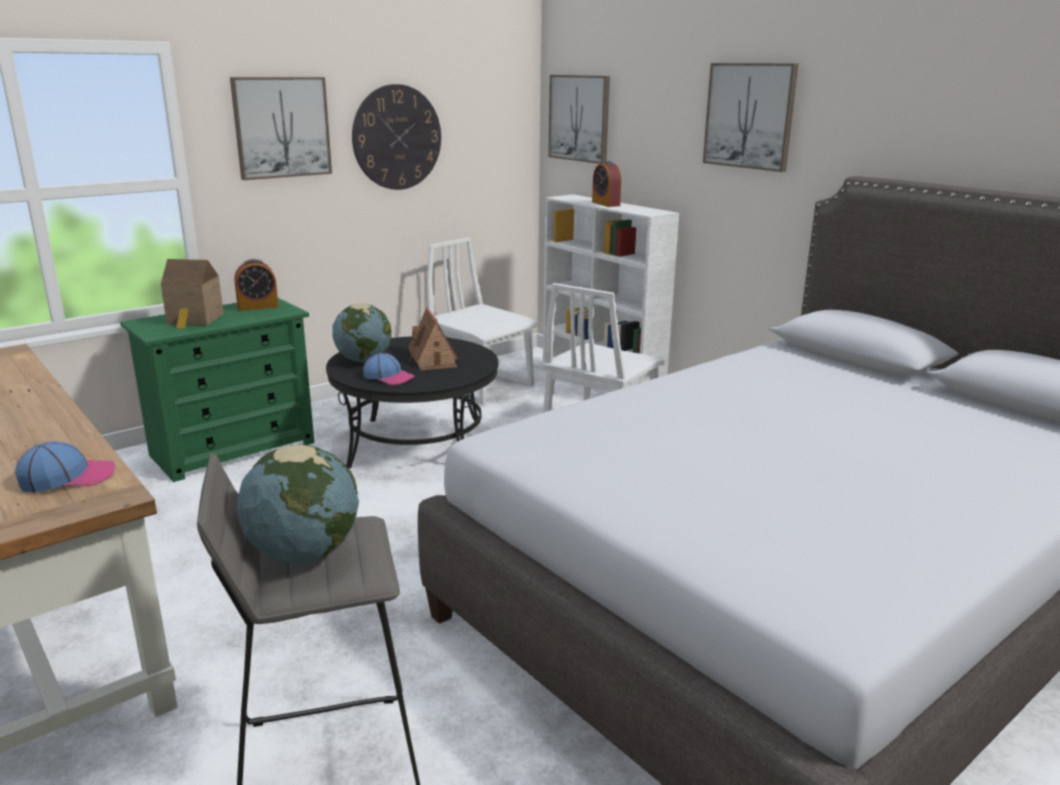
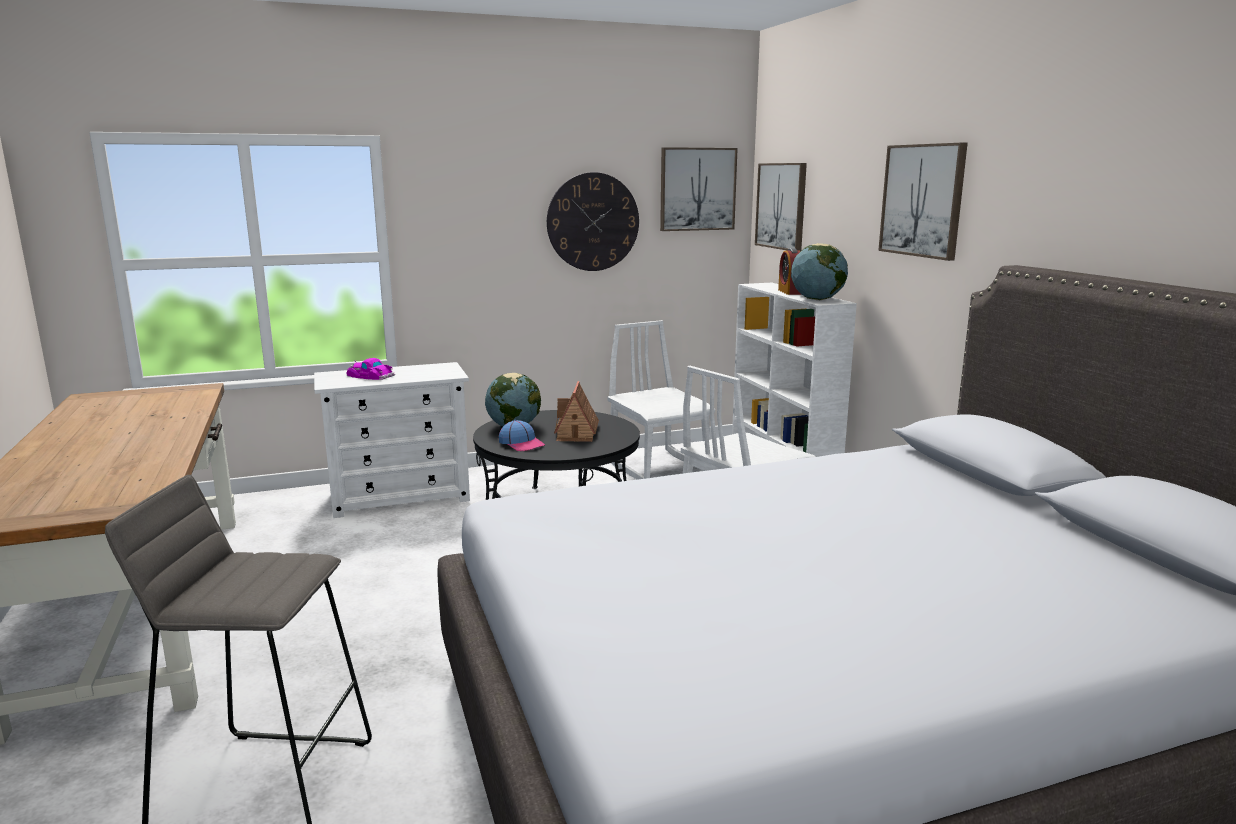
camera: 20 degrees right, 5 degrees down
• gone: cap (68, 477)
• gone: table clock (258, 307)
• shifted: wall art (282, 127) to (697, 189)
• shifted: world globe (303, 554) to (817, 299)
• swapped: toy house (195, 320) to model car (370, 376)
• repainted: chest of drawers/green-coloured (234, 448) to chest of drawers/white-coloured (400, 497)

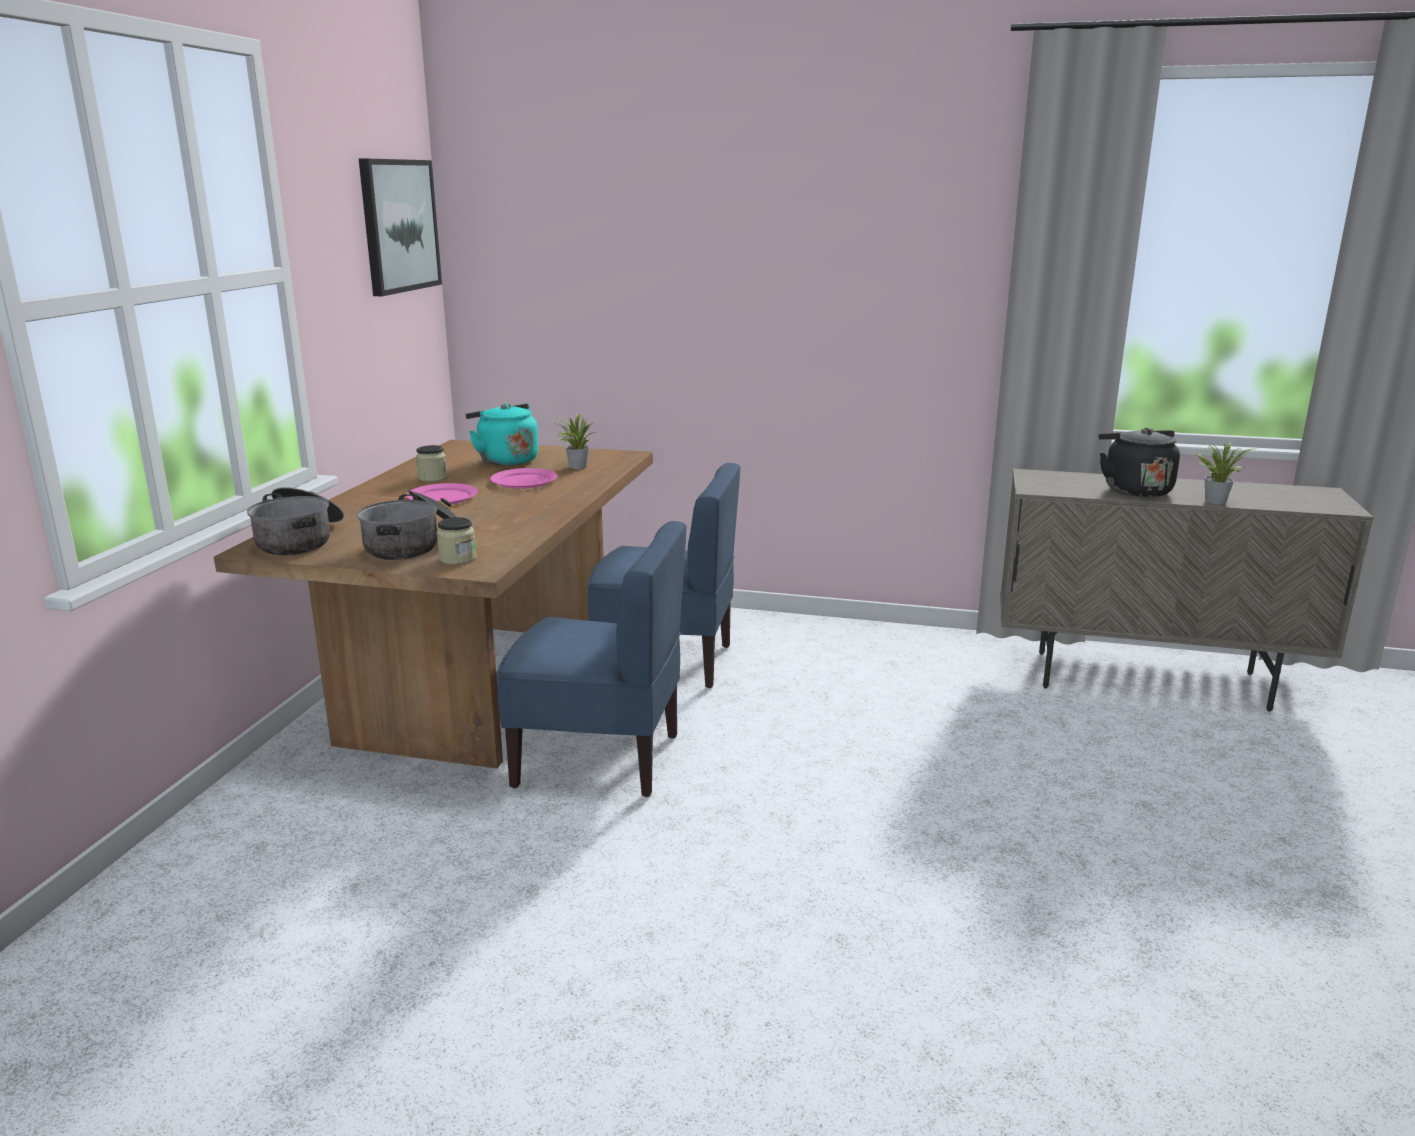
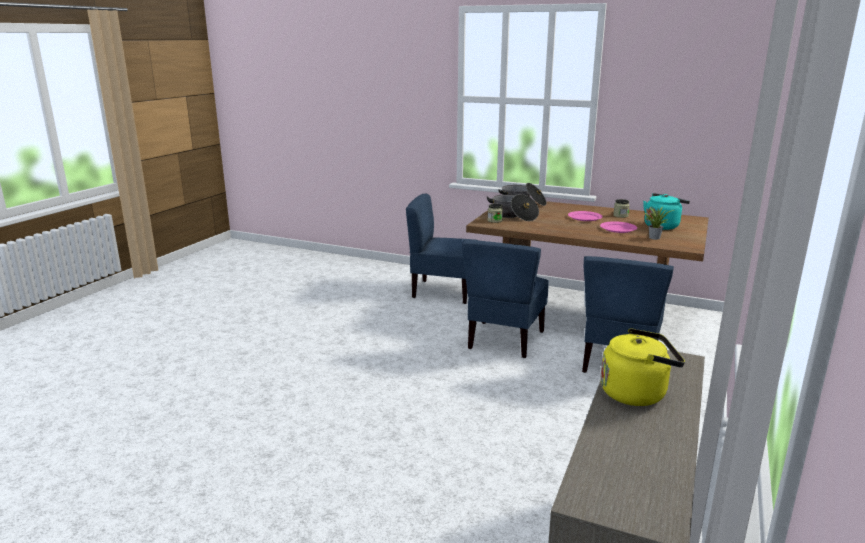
camera: 100 degrees right, 0 degrees up
• gone: wall art (398, 226)
• gone: plant in a pot (1214, 500)
• new: chair/blue (443, 291)
• repainted: water kettle/black-coloured (1134, 490) to water kettle/yellowish (636, 393)

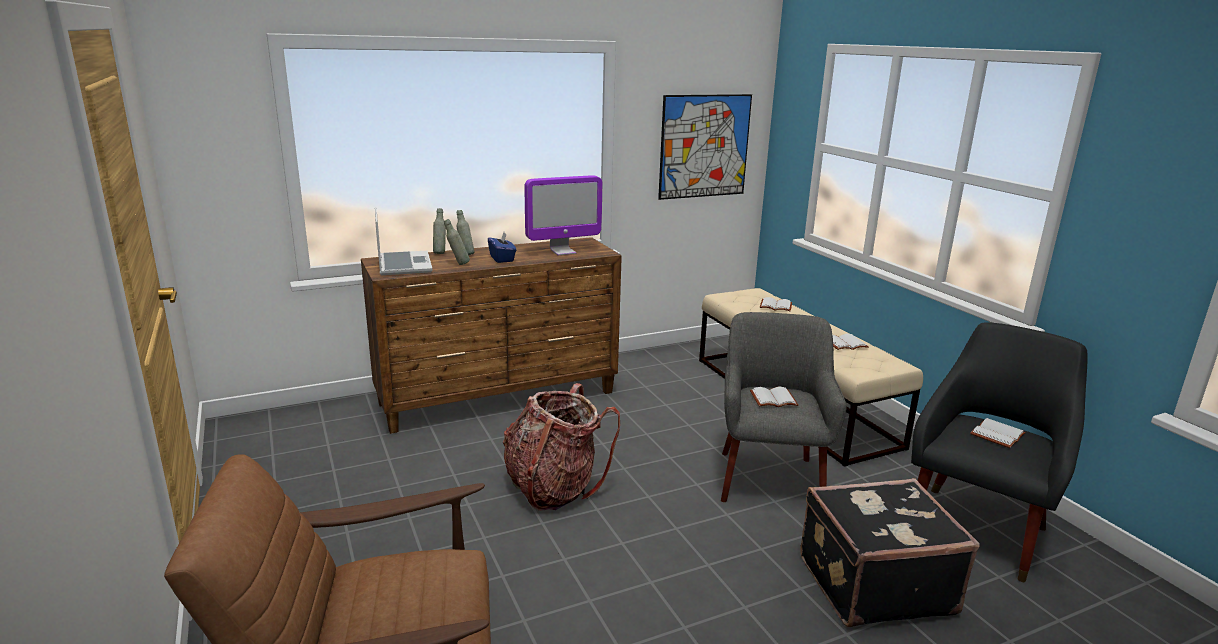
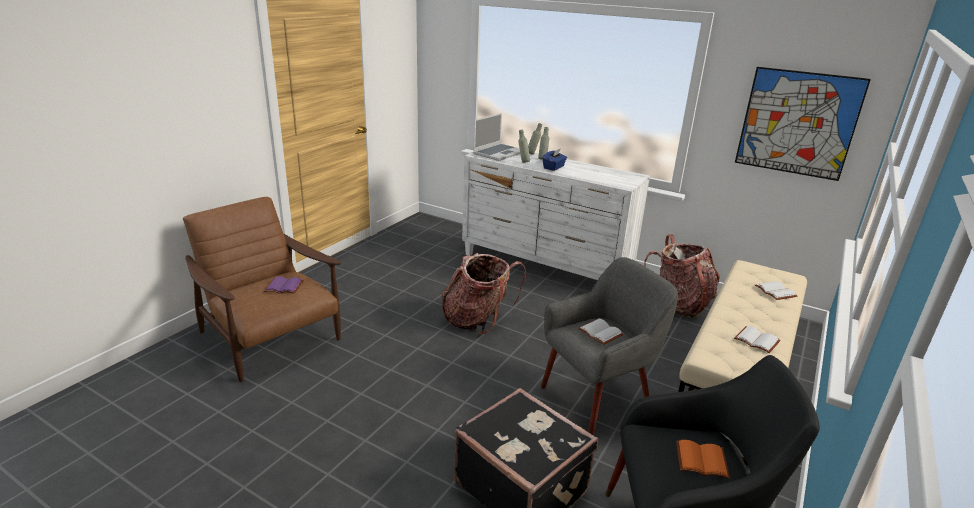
camera: 55 degrees right, 5 degrees up
• gone: computer screen (563, 251)
• new: volume/purple-coloured (285, 286)
• new: backpack (679, 304)
• repainted: chest of drawers/brownish (499, 398) to chest of drawers/white-coloured (545, 267)
• repainted: volume/white-coloured (996, 434) to volume/orangey (702, 459)

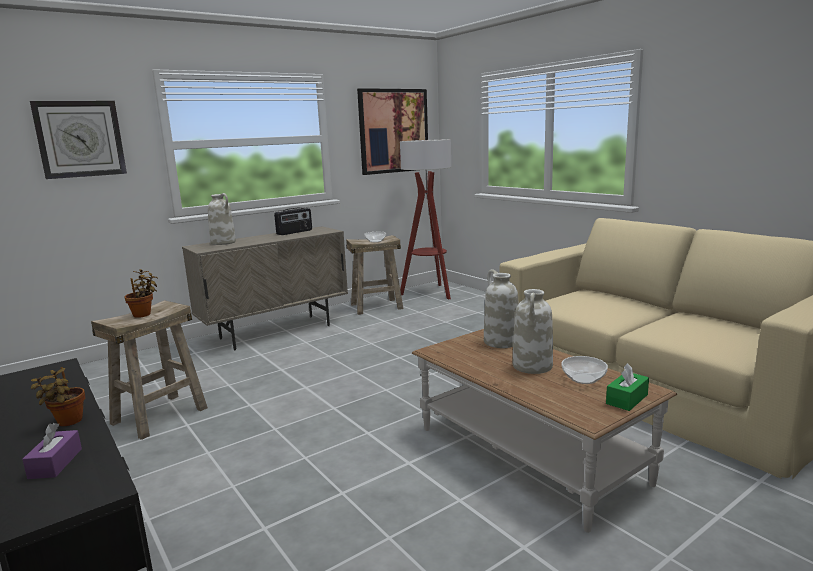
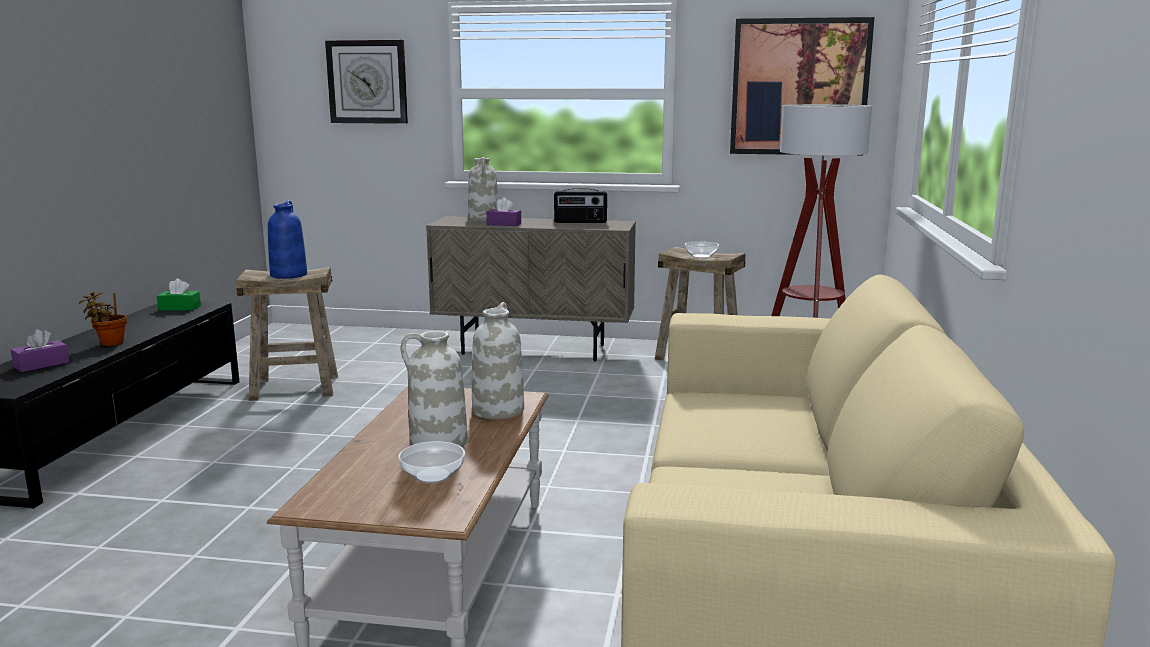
camera: 45 degrees right, 0 degrees up
• new: tissue box/purple-coloured (504, 224)
• shifted: tissue box/green-coloured (627, 399) to (179, 308)
• swapped: plant in a pot (144, 314) to flower vase/blue (288, 275)

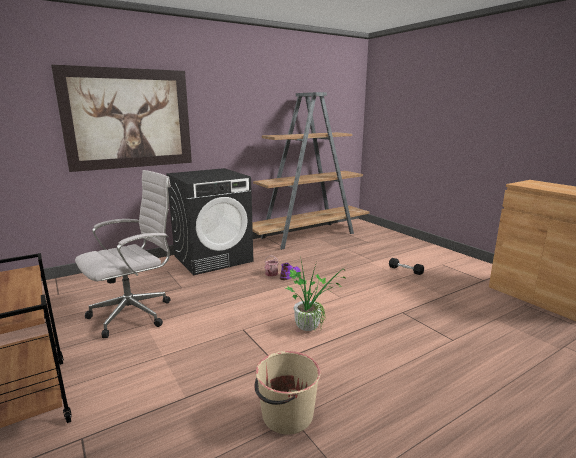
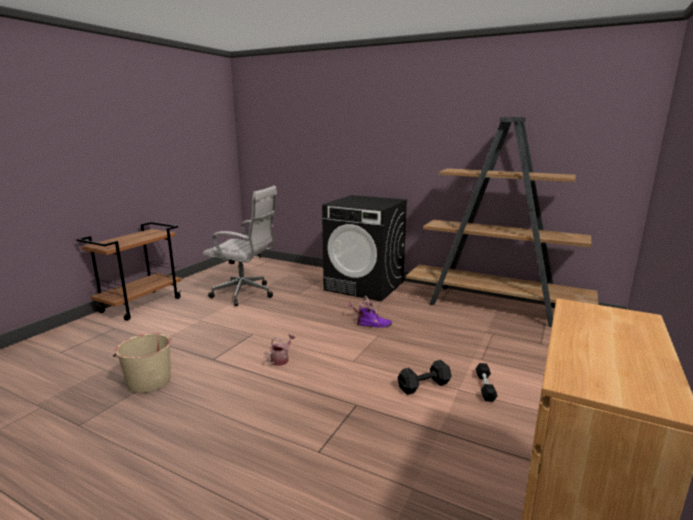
camera: 60 degrees right, 0 degrees up
• gone: wall art (129, 119)
• new: free weight/black-coloured (425, 386)
• swapped: plant in a pot (311, 325) to watering pot (281, 359)

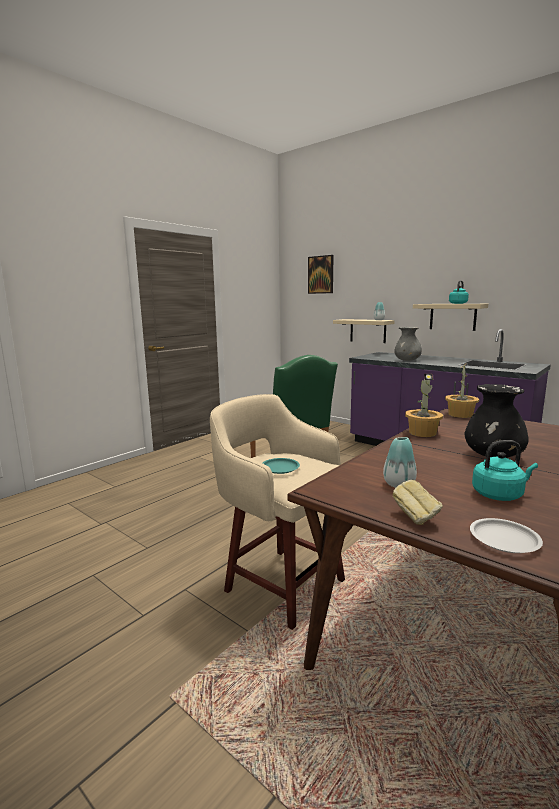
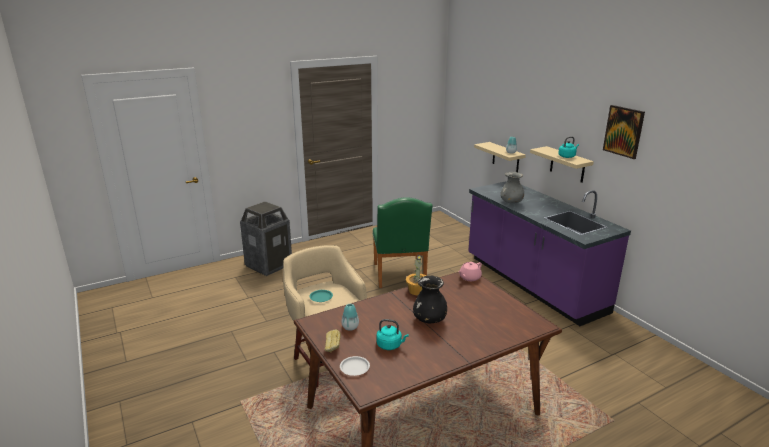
camera: 20 degrees right, 10 degrees up
• new: waste bin (269, 265)
• shifted: wall art (321, 274) to (623, 131)
• swapped: plant in a pot (460, 415) to teapot/pink-coloured (469, 278)

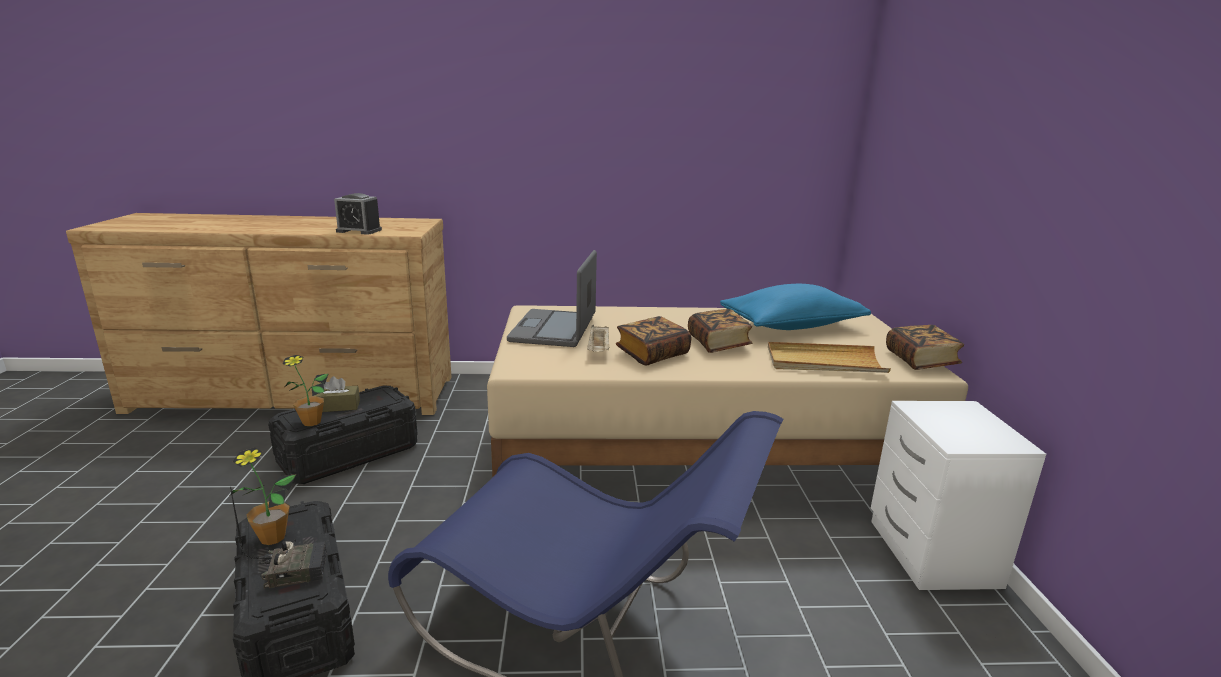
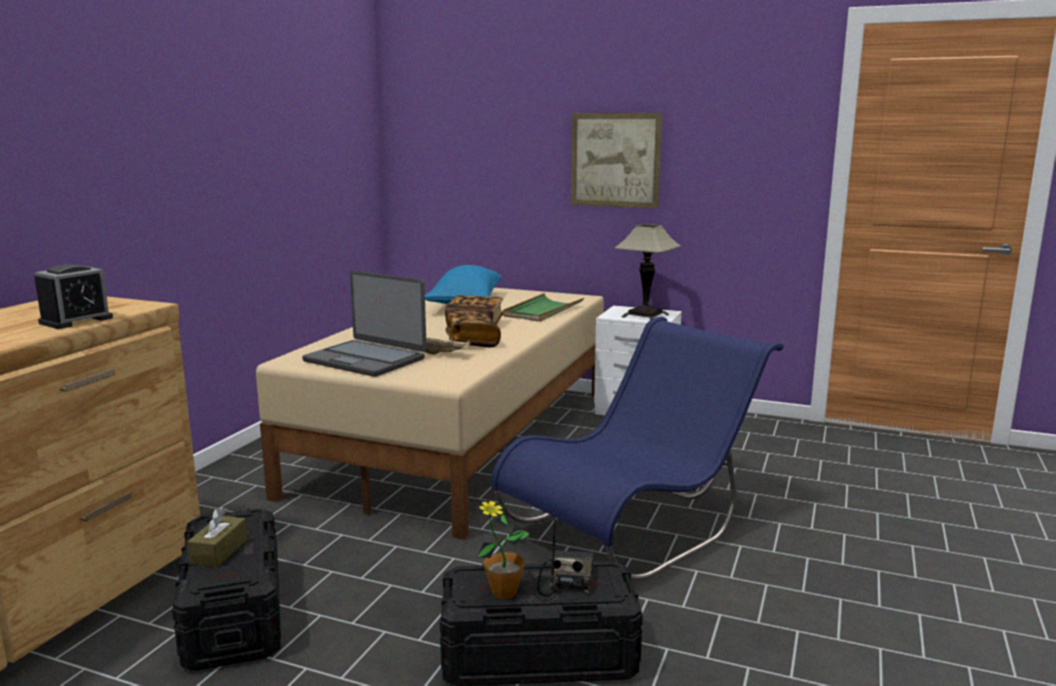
camera: 65 degrees left, 5 degrees down
• gone: plant in a pot (311, 422)
• gone: volume (920, 361)
• new: wall art (615, 160)
• new: table lamp (645, 316)
• repainted: carrying tray/beige (824, 362) to carrying tray/green-coloured (542, 311)

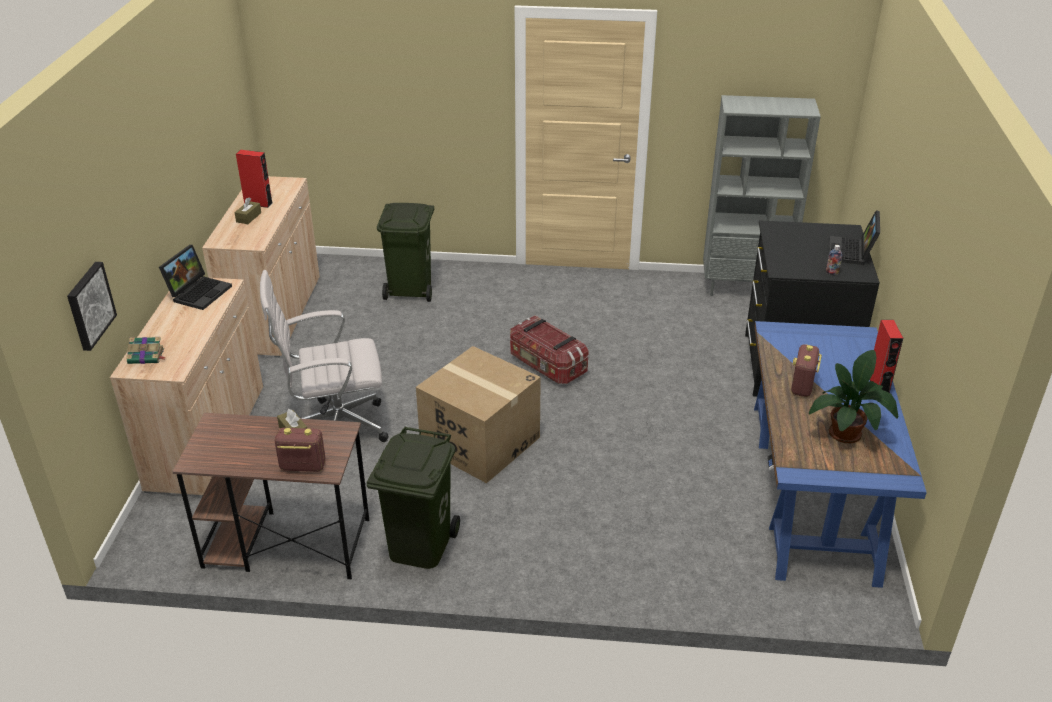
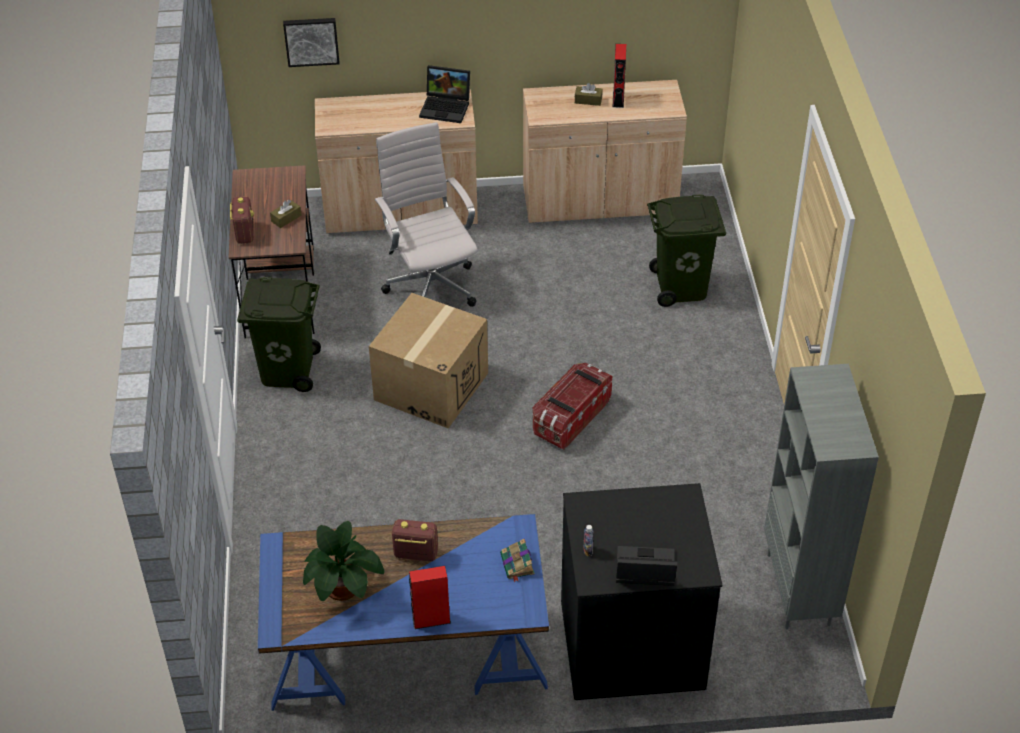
camera: 80 degrees right, 10 degrees up
• shifted: volume (147, 356) to (517, 565)

